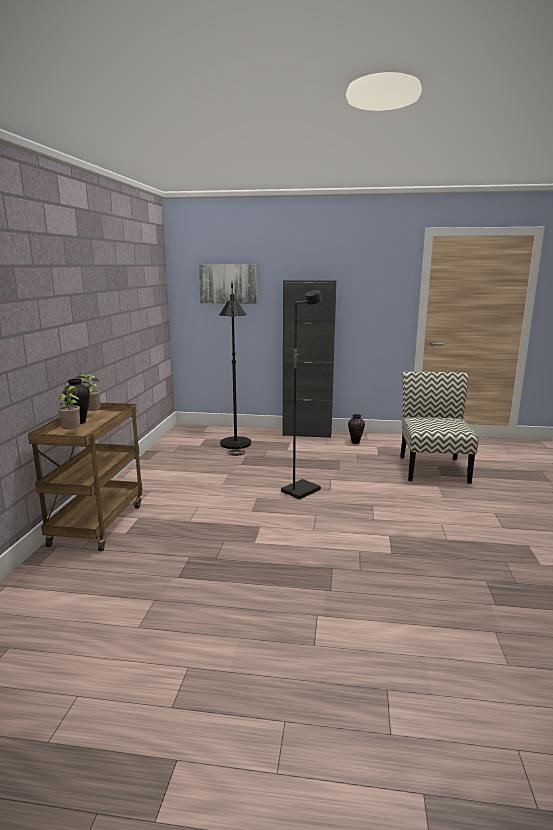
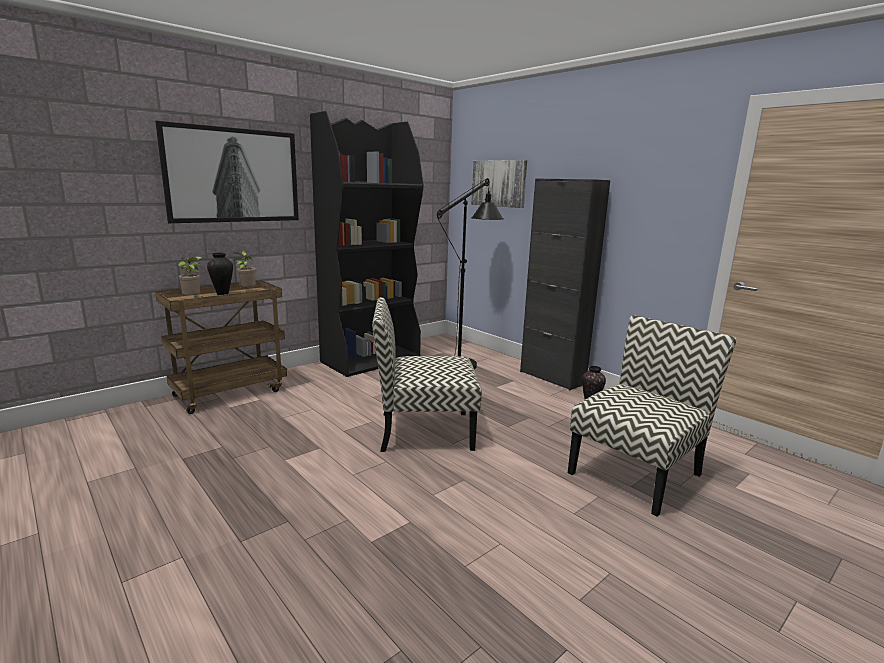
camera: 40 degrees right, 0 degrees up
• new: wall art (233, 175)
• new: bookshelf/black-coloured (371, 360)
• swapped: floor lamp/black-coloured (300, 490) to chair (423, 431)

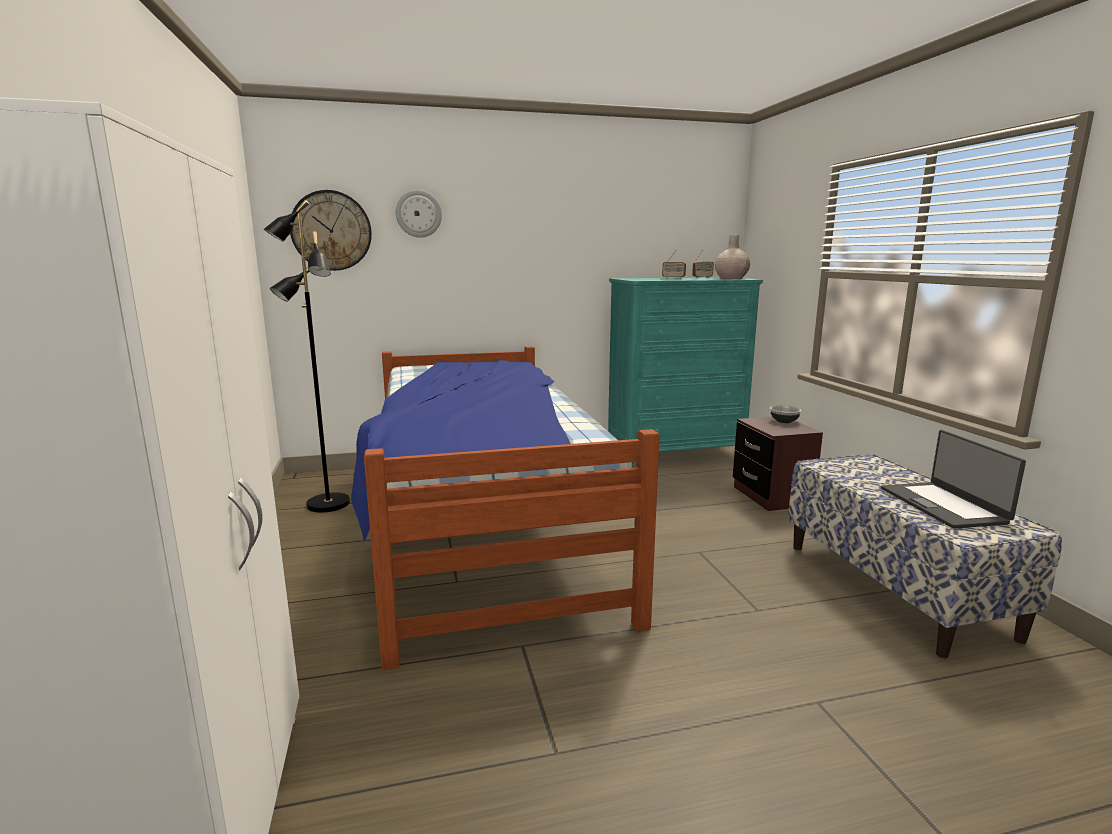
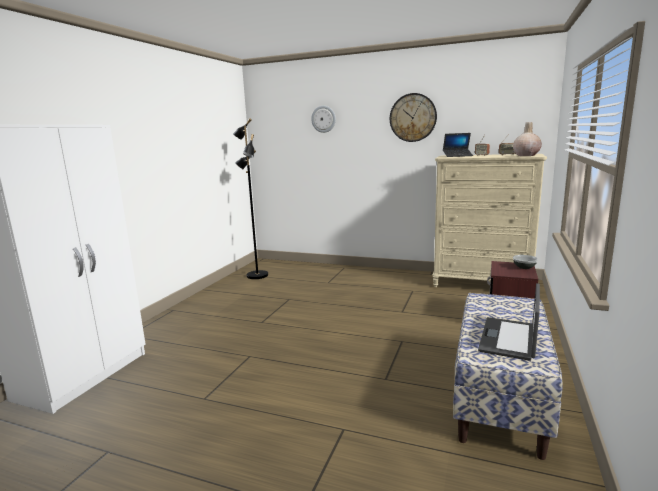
camera: 35 degrees right, 0 degrees up
• gone: bedroom bed (482, 526)
• new: laptop (457, 156)
• shifted: hanging clock (331, 231) to (413, 117)
• repainted: chest of drawers/turquoise-coloured (675, 455) to chest of drawers/beige (481, 283)

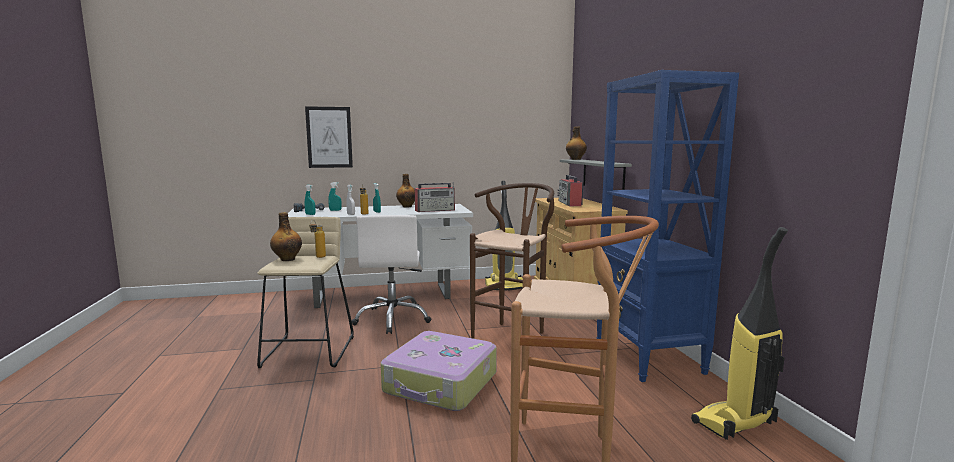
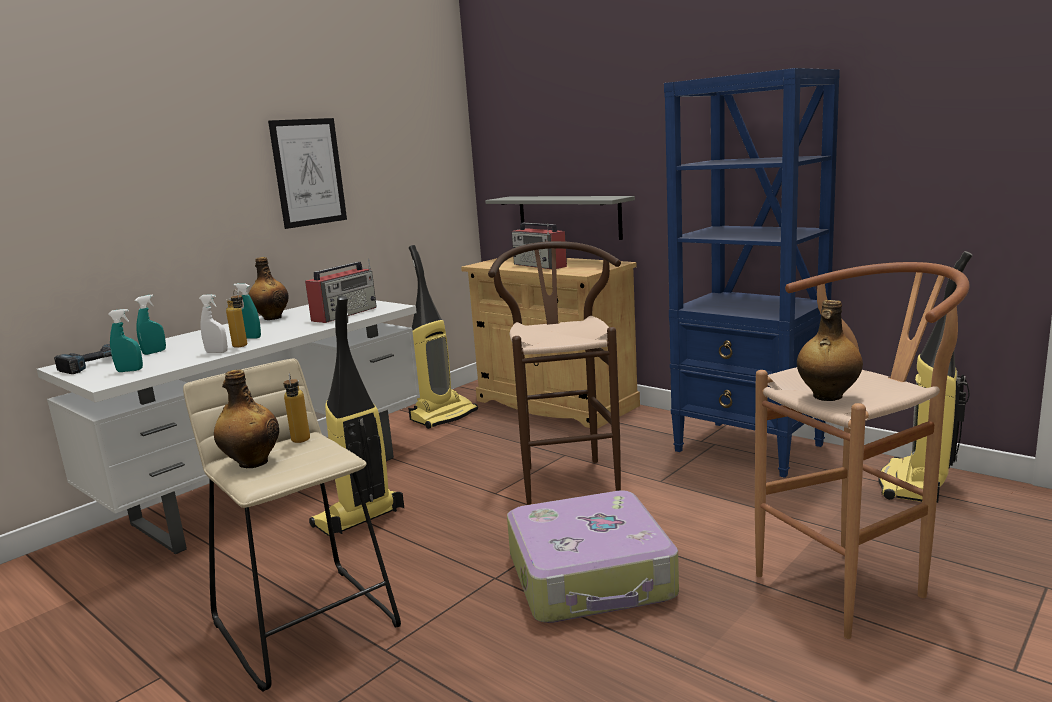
camera: 35 degrees left, 5 degrees up
• shifted: wall art (329, 137) to (308, 172)
• shifted: bottle (575, 159) to (827, 396)
• swapped: desk chair/white-coloured (393, 319) to vacuum (358, 519)

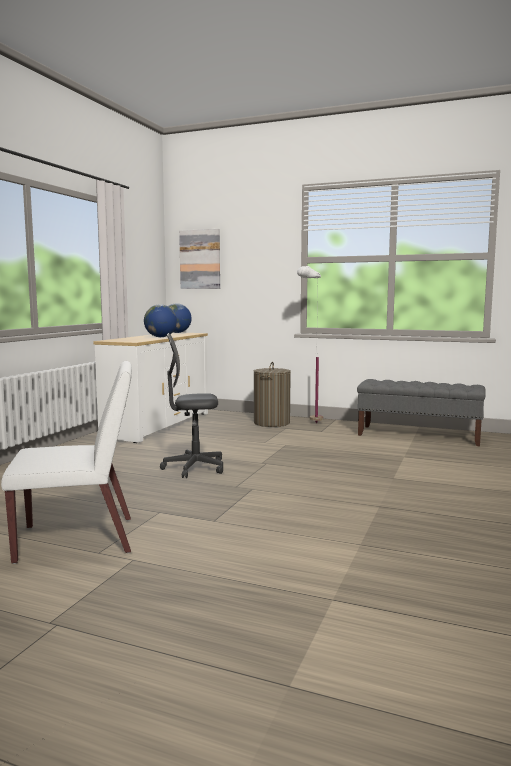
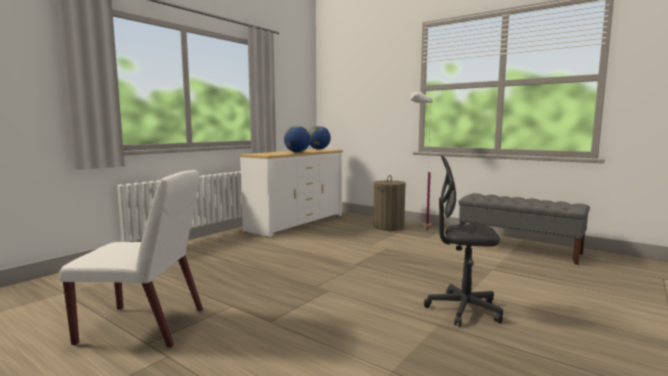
camera: 15 degrees right, 0 degrees up
• gone: wall art (200, 259)
• shifted: desk chair/grey (194, 468) to (463, 310)

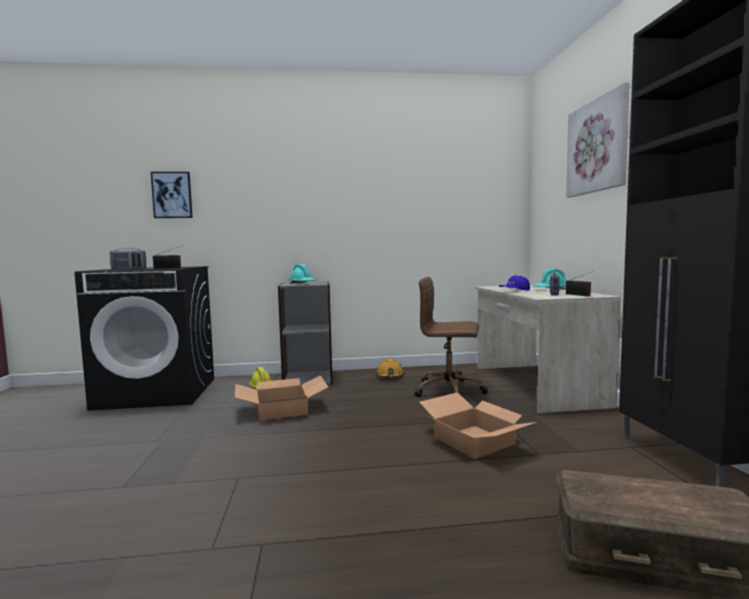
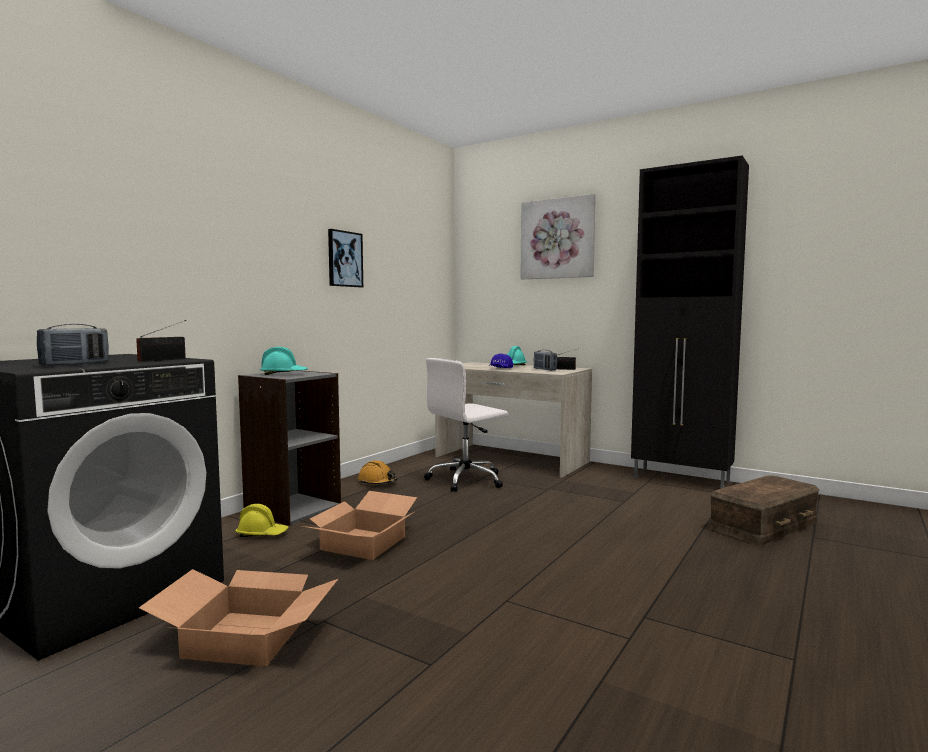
camera: 50 degrees left, 0 degrees up
• shifted: wall art (172, 195) to (344, 259)
• shifted: carton (475, 441) to (248, 637)
• repainted: desk chair/brownish (450, 391) to desk chair/white-coloured (467, 480)

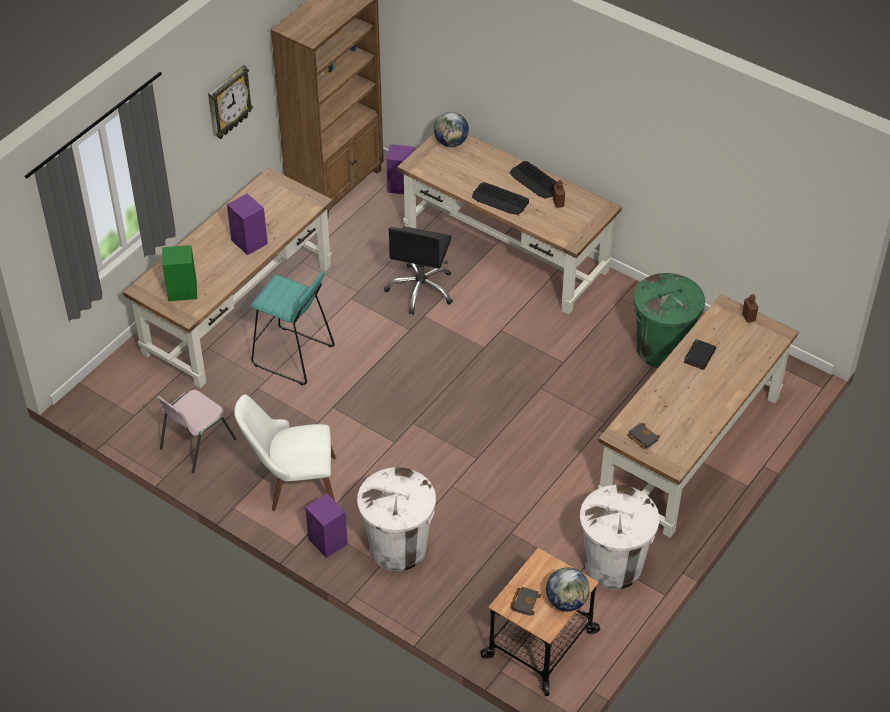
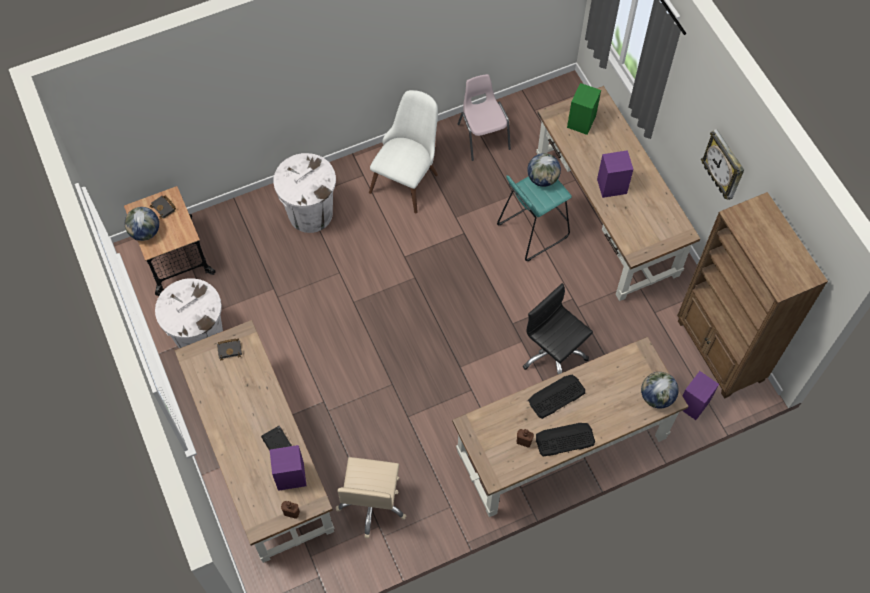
camera: 120 degrees right, 15 degrees up
• new: world globe (542, 179)
• shifted: audio speaker/purple-coloured (328, 542) to (290, 476)
• swapped: waste bin/green-coloured (662, 349) to desk chair/beige (372, 503)

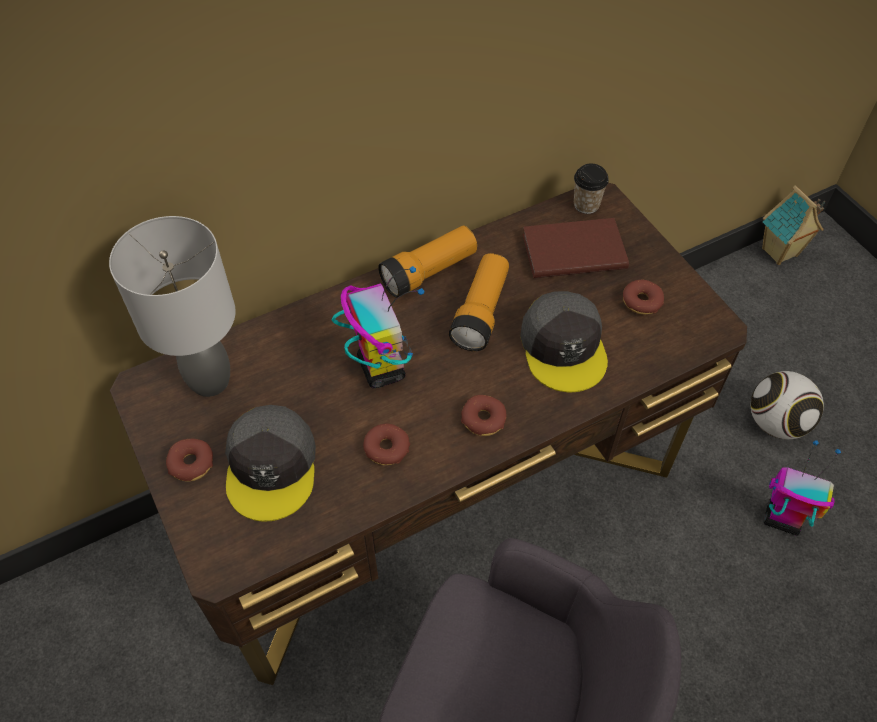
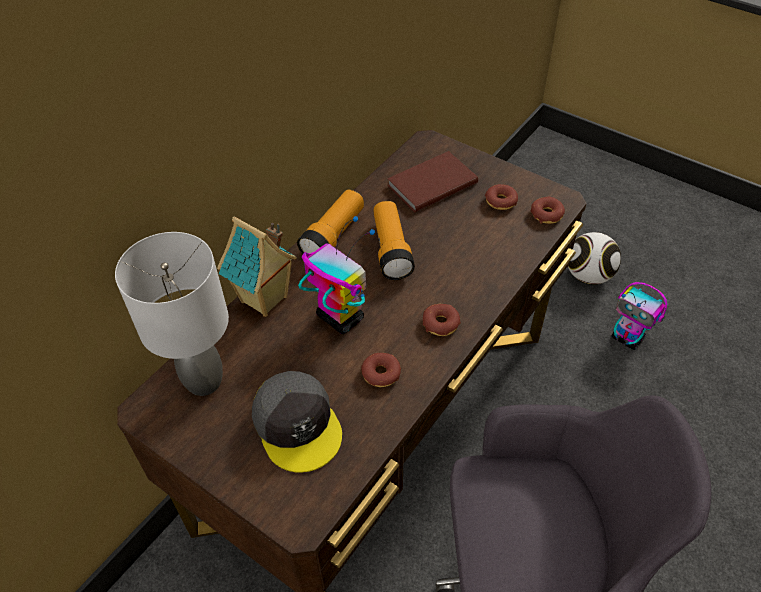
camera: 25 degrees left, 5 degrees down
• gone: cap/grey (563, 347)
• gone: small cup (586, 205)
• shifted: doughnut (191, 463) to (546, 214)
• shifted: toy house (780, 253) to (265, 300)
• rotated: robot figure (781, 519) = (628, 338) 135 degrees counterclockwise

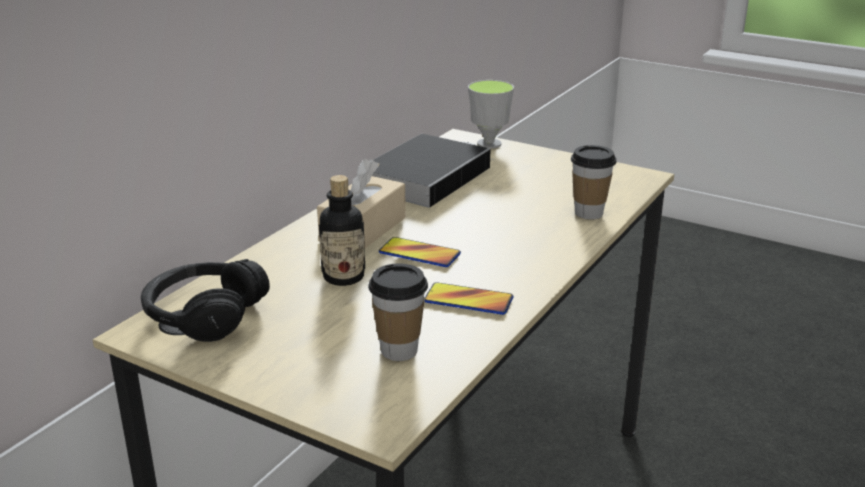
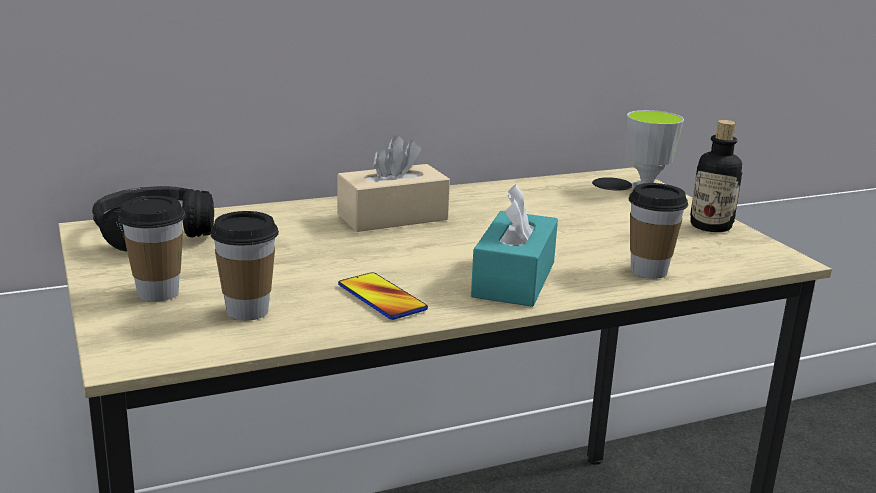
camera: 35 degrees right, 5 degrees down
• gone: volume (427, 176)
• gone: telephone (419, 254)
• new: small cup (158, 293)
• new: tissue box/turquoise-coloured (514, 279)
• shifted: bottle (343, 277) to (710, 226)

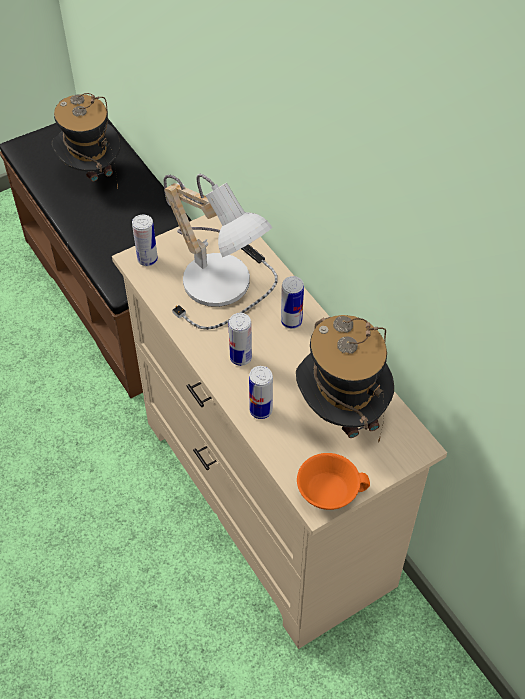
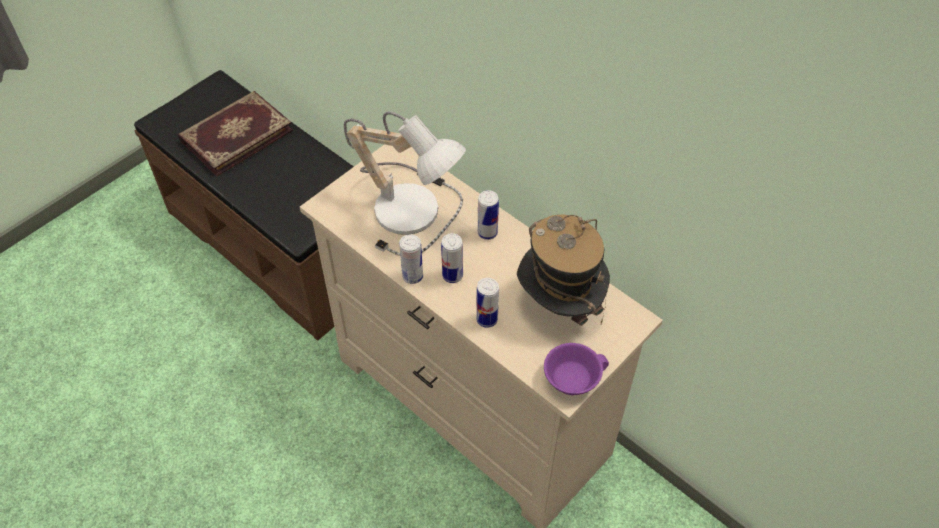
camera: 15 degrees left, 0 degrees up
• shifted: metal can (147, 259) to (412, 276)
• swapped: wearable hat (92, 174) to volume (235, 135)
• repainted: small cup/orangey (329, 491) to small cup/purple-coloured (572, 378)

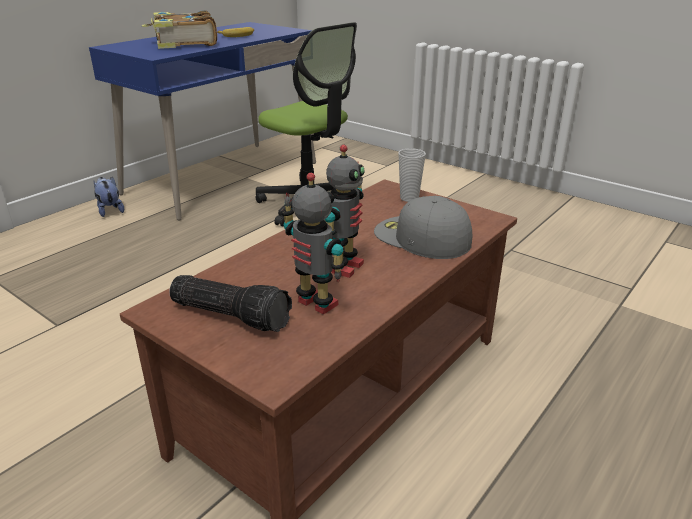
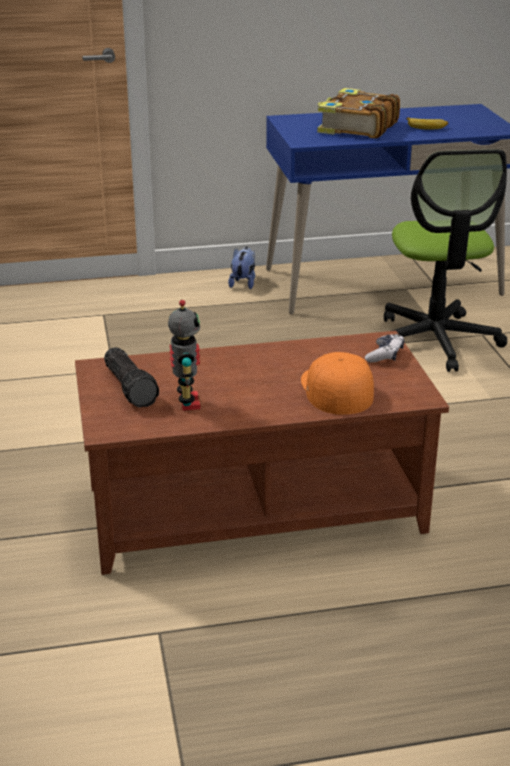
camera: 40 degrees right, 0 degrees up
• gone: robot figure (344, 267)
• swapped: small cup (409, 198) to gamepad (385, 355)
• repainted: cap/grey (420, 237) to cap/orangey (335, 389)

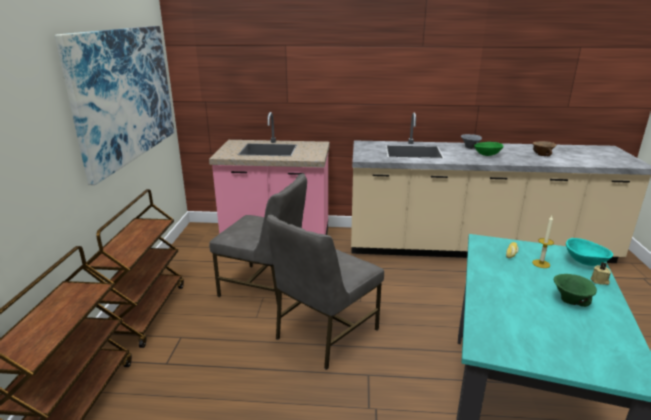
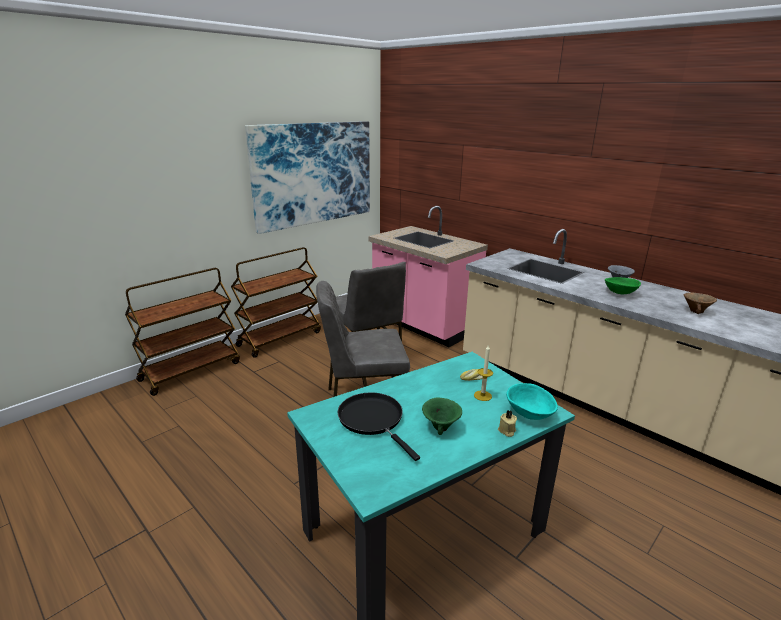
camera: 40 degrees right, 0 degrees up
• new: pan/black-coloured (373, 420)

